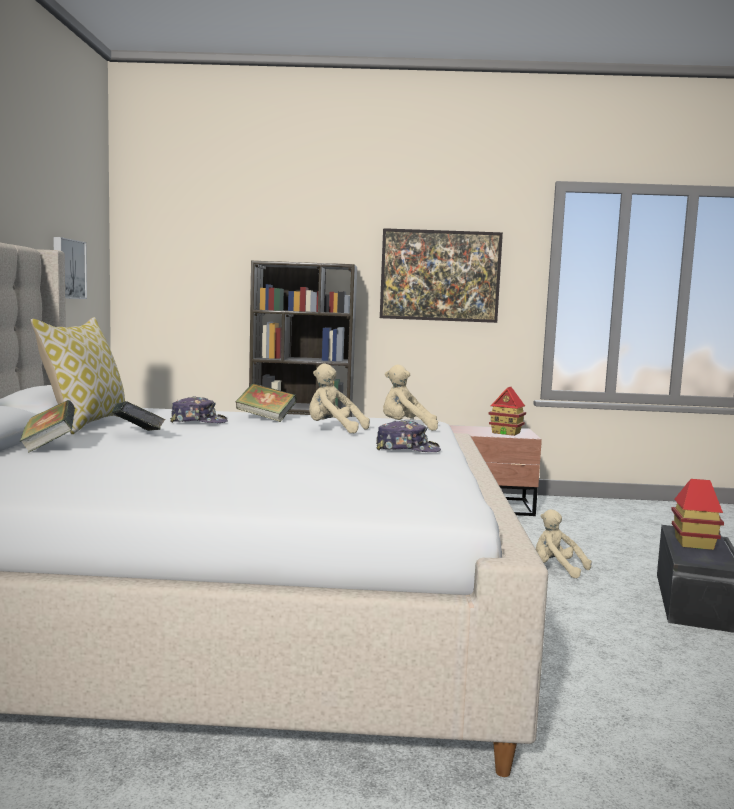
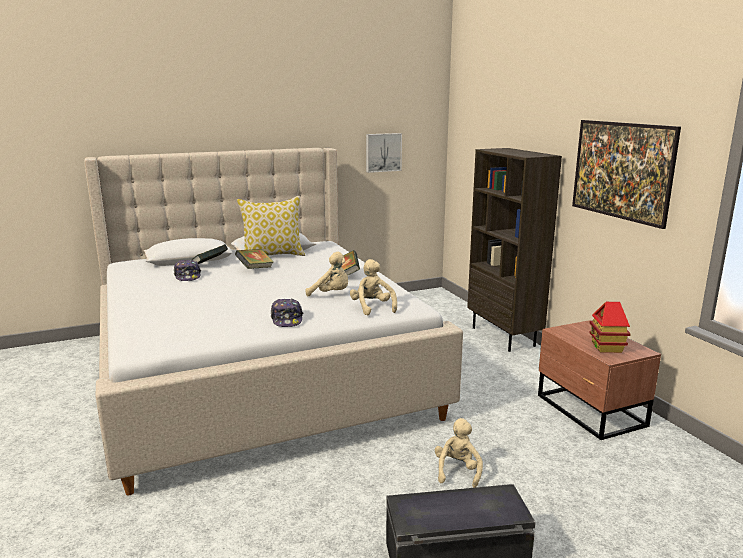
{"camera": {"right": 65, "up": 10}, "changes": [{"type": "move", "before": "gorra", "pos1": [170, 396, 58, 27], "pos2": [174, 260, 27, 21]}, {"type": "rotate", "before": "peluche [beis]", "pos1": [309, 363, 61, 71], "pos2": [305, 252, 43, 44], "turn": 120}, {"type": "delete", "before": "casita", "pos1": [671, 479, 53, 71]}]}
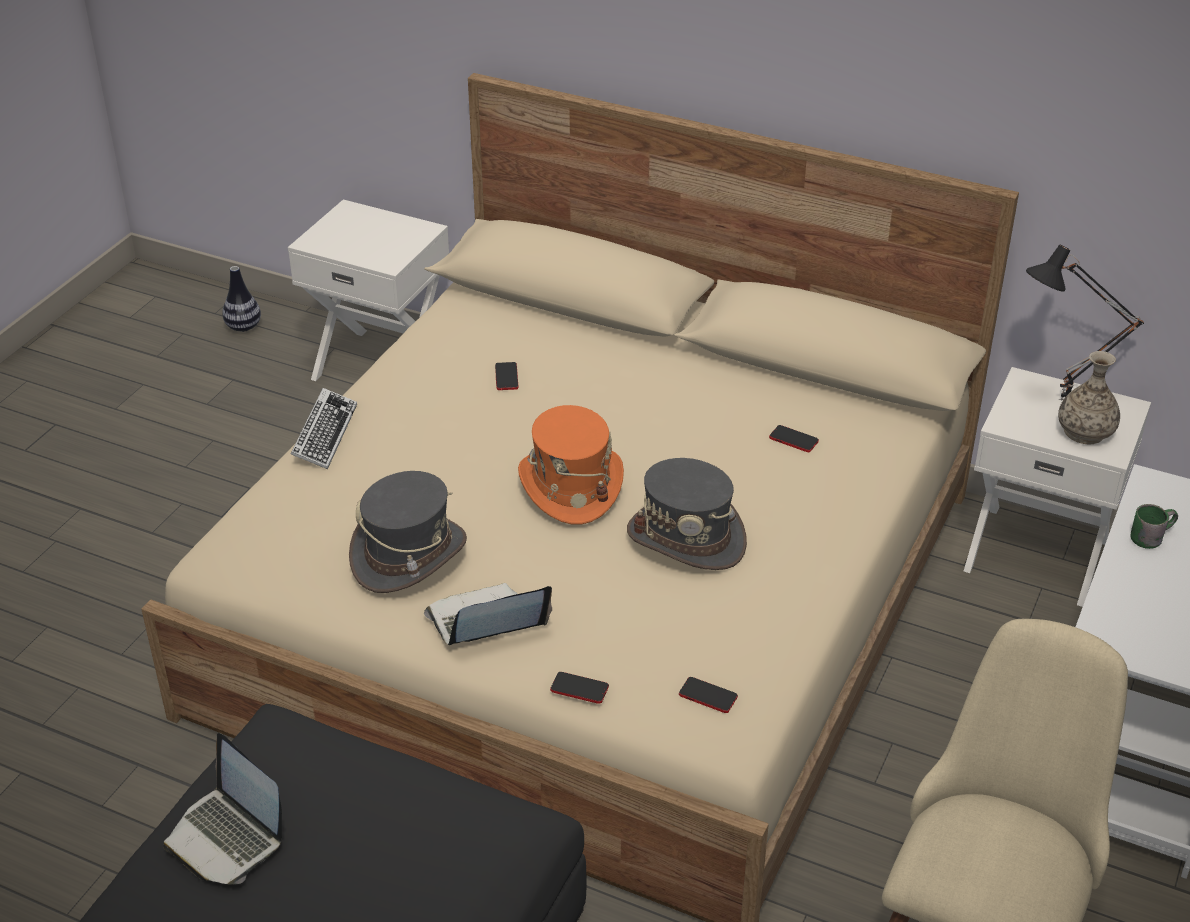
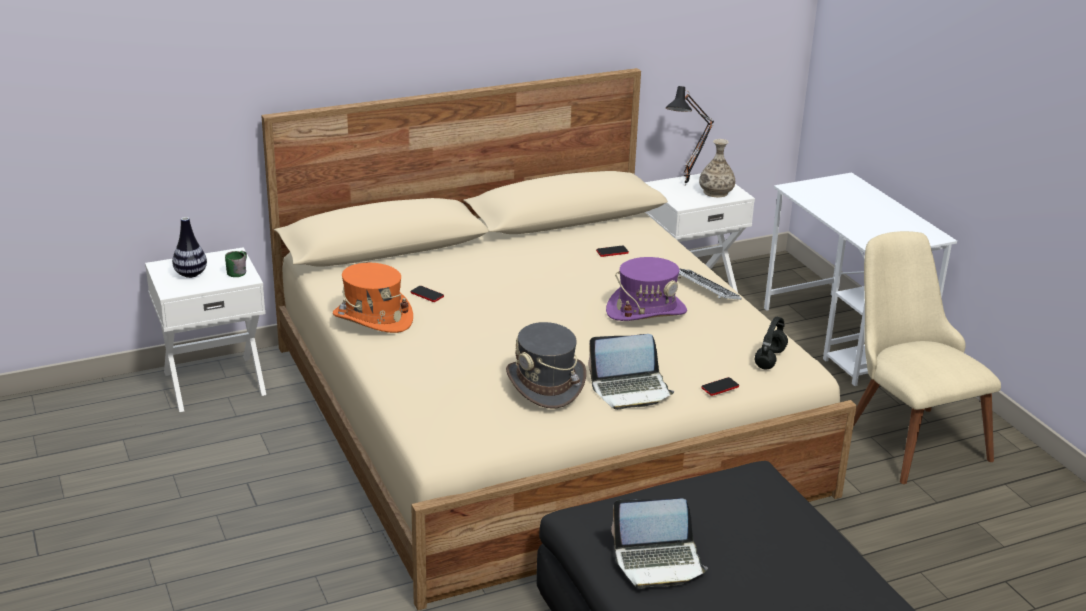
{"camera": {"right": -50, "up": -10}, "changes": [{"type": "move", "before": "florero", "pos1": [222, 266, 39, 66], "pos2": [172, 217, 35, 61]}, {"type": "move", "before": "taza grande [verde]", "pos1": [1130, 504, 48, 45], "pos2": [225, 251, 22, 26]}, {"type": "move", "before": "sombrero [naranja]", "pos1": [518, 405, 106, 120], "pos2": [333, 263, 80, 70]}, {"type": "rotate", "before": "portátil", "pos1": [424, 583, 128, 62], "pos2": [588, 334, 86, 76], "turn": -120}, {"type": "recolor", "before": "sombrero [gris]", "after": "sombrero [morado]", "pos1": [627, 458, 120, 112], "pos2": [606, 257, 81, 64]}, {"type": "move", "before": "teclado", "pos1": [291, 388, 66, 81], "pos2": [678, 269, 63, 31]}, {"type": "replace", "before": "móvil", "after": "auriculares [negro]", "pos1": [679, 677, 59, 36], "pos2": [755, 317, 33, 52]}]}
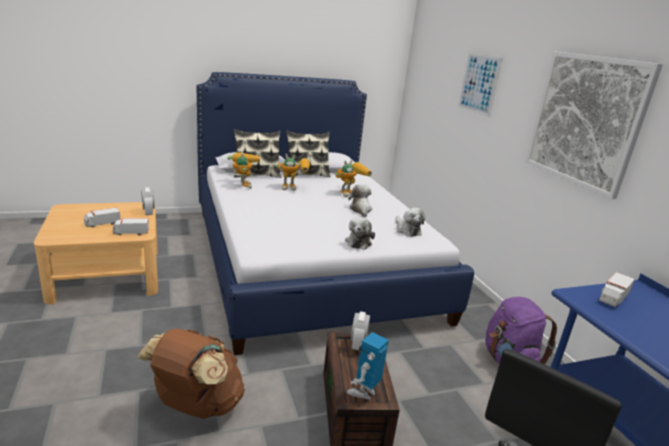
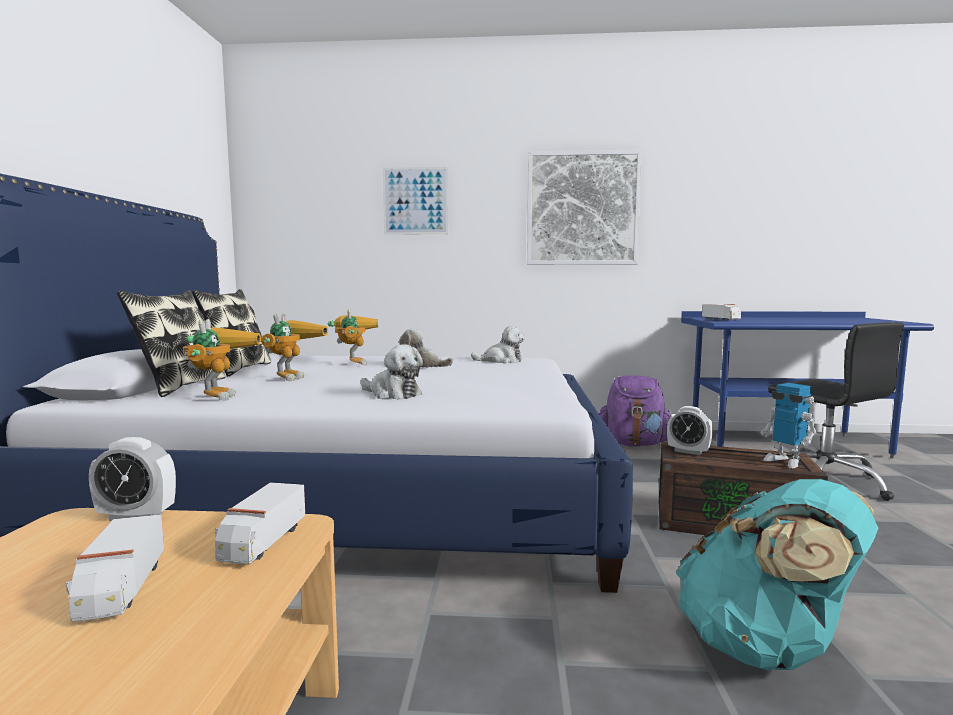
{"camera": {"right": -65, "up": -15}, "changes": [{"type": "rotate", "before": "robot de juguete", "pos1": [227, 151, 33, 38], "pos2": [183, 319, 78, 82], "turn": 75}, {"type": "move", "before": "peluche", "pos1": [345, 217, 30, 33], "pos2": [361, 345, 62, 54]}, {"type": "recolor", "before": "mochila [marrón]", "after": "mochila [turquesa]", "pos1": [137, 329, 108, 90], "pos2": [676, 479, 202, 192]}]}
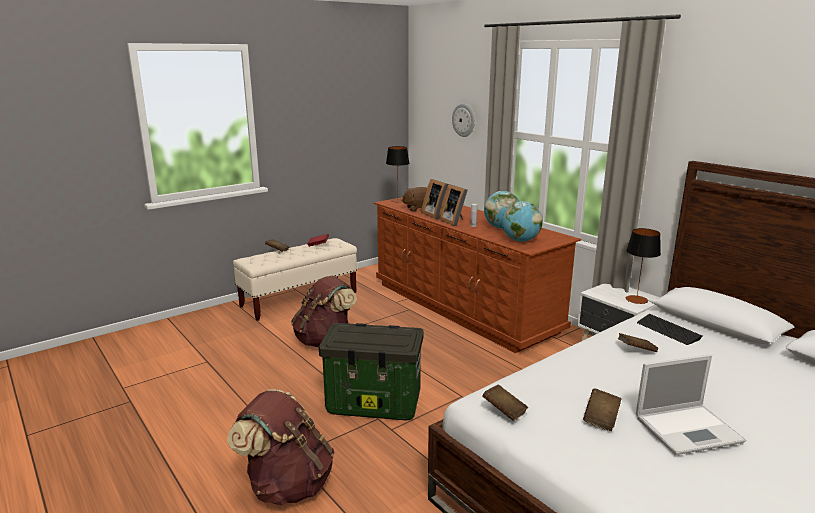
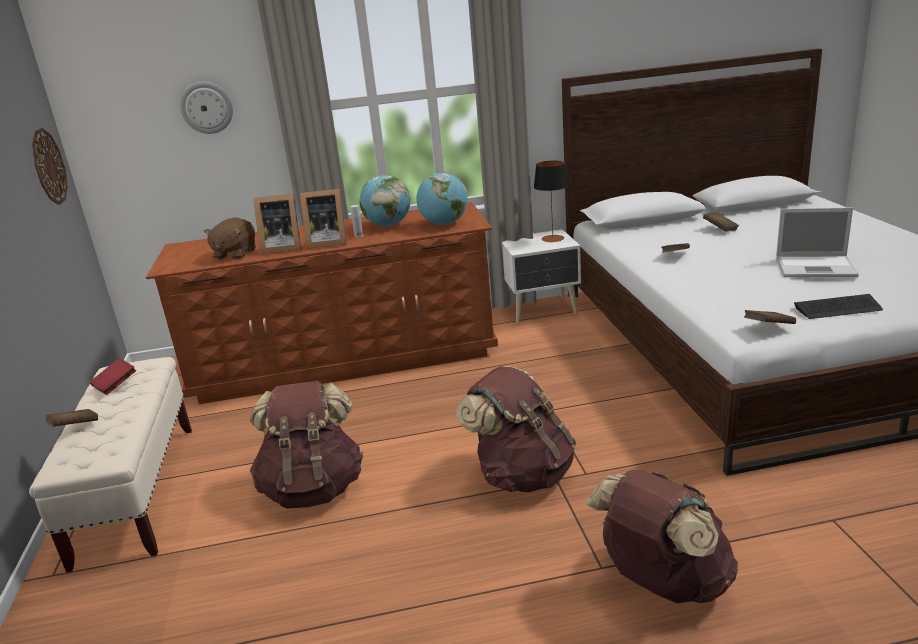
{"camera": {"right": -60, "up": 5}, "changes": [{"type": "insert", "after": "reloj de pared", "pos2": [32, 128, 36, 77]}, {"type": "replace", "before": "caja de almacenaje", "after": "mochila [marrón]", "pos1": [319, 323, 105, 97], "pos2": [456, 366, 120, 126]}, {"type": "move", "before": "libro [marrón]", "pos1": [583, 388, 39, 43], "pos2": [703, 212, 36, 20]}, {"type": "rotate", "before": "portátil", "pos1": [636, 354, 110, 101], "pos2": [776, 207, 83, 70], "turn": 90}, {"type": "move", "before": "teclado", "pos1": [637, 314, 65, 31], "pos2": [794, 294, 89, 25]}, {"type": "delete", "before": "lámpara de mesa", "pos1": [386, 146, 24, 57]}]}
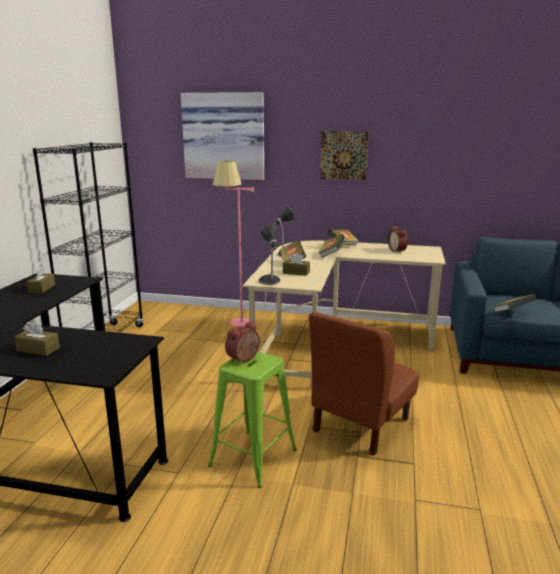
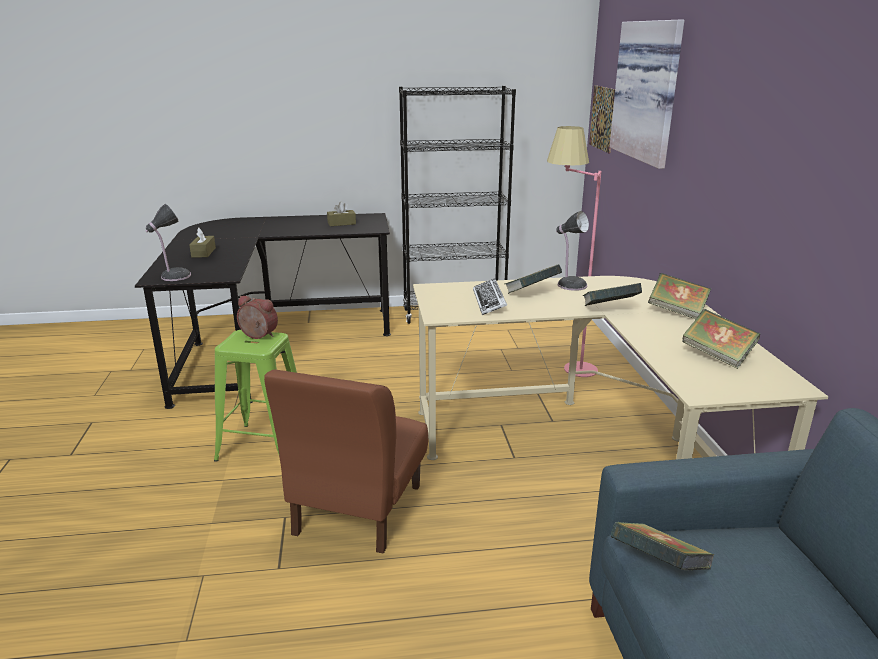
{"camera": {"right": 70, "up": 5}, "changes": [{"type": "move", "before": "lámpara de mesa", "pos1": [259, 225, 22, 60], "pos2": [145, 204, 46, 77]}, {"type": "rotate", "before": "silla [marrón]", "pos1": [309, 312, 110, 143], "pos2": [264, 369, 164, 185], "turn": -90}, {"type": "replace", "before": "caja de pañuelos [marrón]", "after": "teclado", "pos1": [283, 252, 27, 24], "pos2": [473, 279, 34, 36]}, {"type": "move", "before": "cuadro", "pos1": [320, 131, 48, 49], "pos2": [589, 85, 26, 68]}, {"type": "replace", "before": "despertador", "after": "libro", "pos1": [388, 226, 20, 27], "pos2": [682, 309, 78, 60]}]}
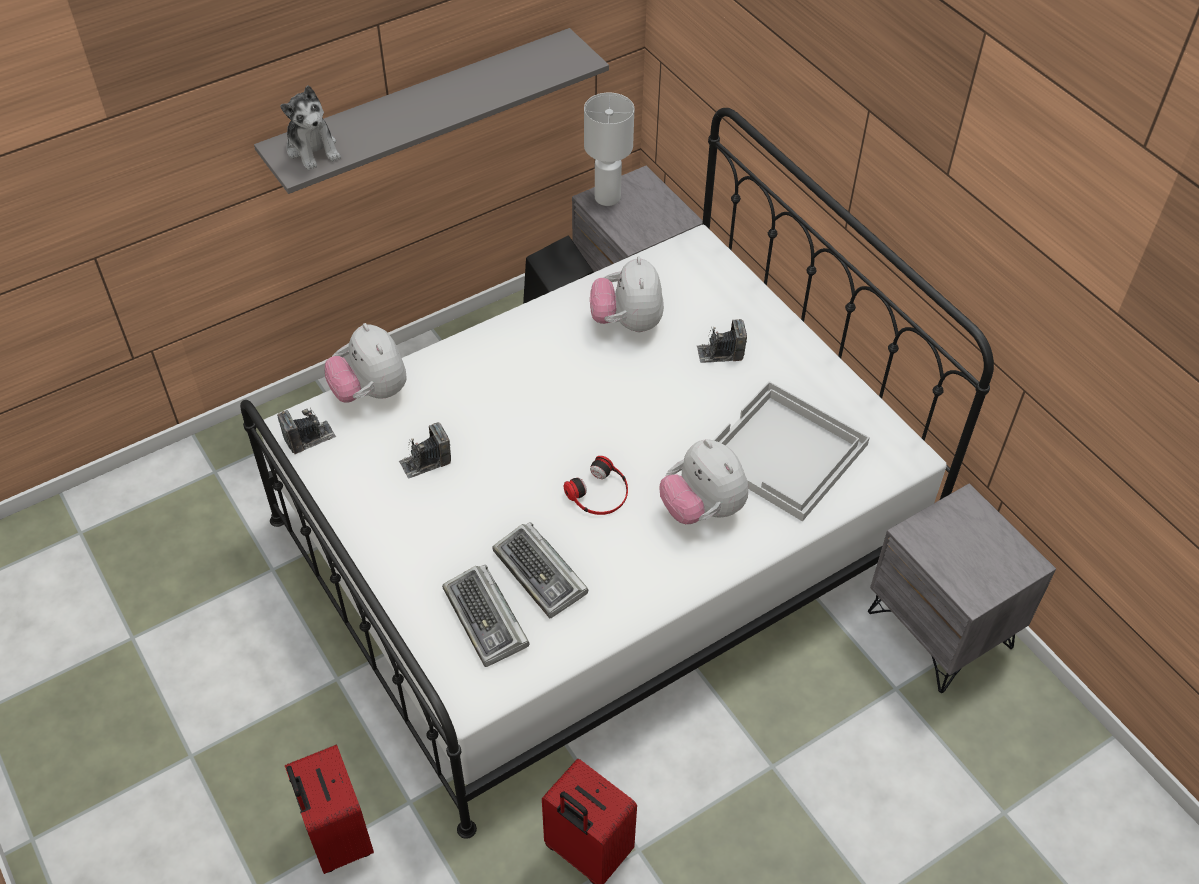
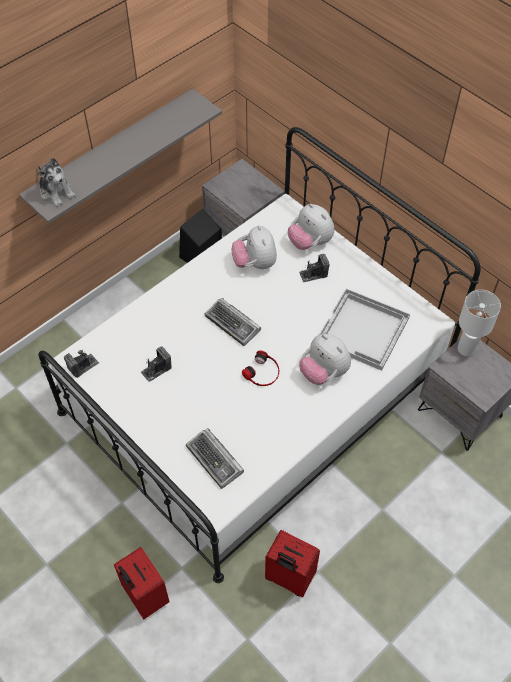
{"camera": {"right": -10, "up": 5}, "changes": [{"type": "move", "before": "teclado", "pos1": [492, 522, 96, 96], "pos2": [205, 298, 56, 48]}, {"type": "move", "before": "peluche", "pos1": [325, 323, 82, 80], "pos2": [288, 204, 46, 46]}, {"type": "move", "before": "lámpara de mesa [blanco]", "pos1": [584, 93, 50, 113], "pos2": [457, 290, 44, 66]}]}
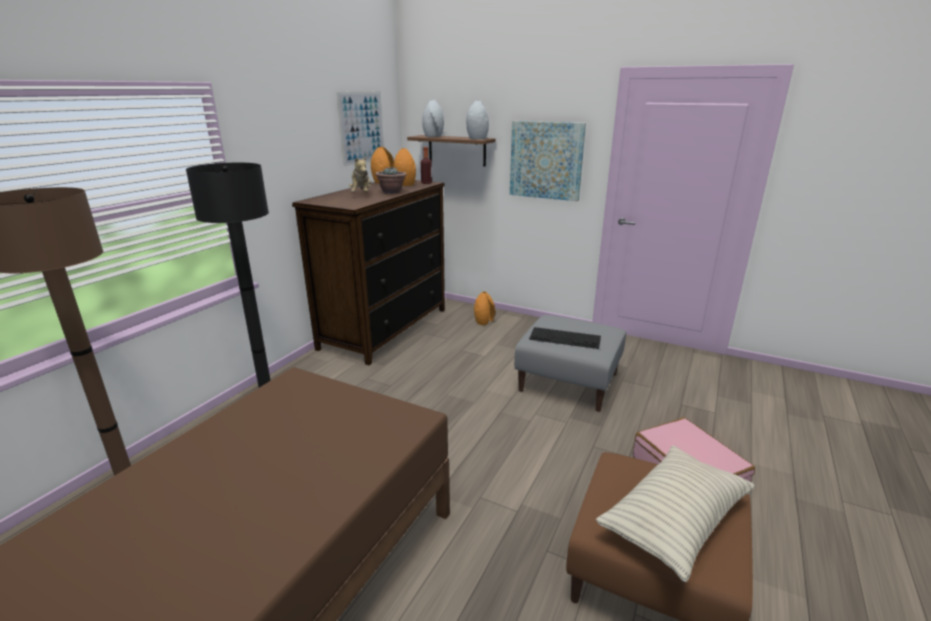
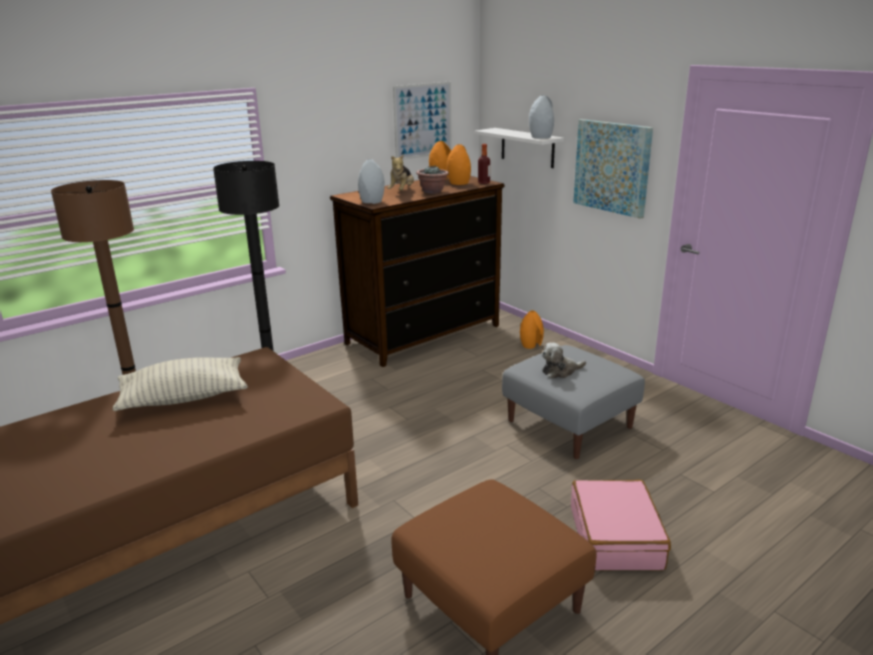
{"camera": {"right": 25, "up": 0}, "changes": [{"type": "move", "before": "cojín", "pos1": [596, 445, 159, 137], "pos2": [112, 357, 136, 54]}, {"type": "move", "before": "florero [gris]", "pos1": [422, 100, 22, 37], "pos2": [358, 159, 27, 45]}, {"type": "recolor", "before": "estante [marrón]", "after": "estante [blanco]", "pos1": [407, 135, 89, 32], "pos2": [475, 128, 89, 40]}, {"type": "replace", "before": "teclado", "after": "peluche", "pos1": [529, 327, 72, 22], "pos2": [542, 343, 44, 35]}]}
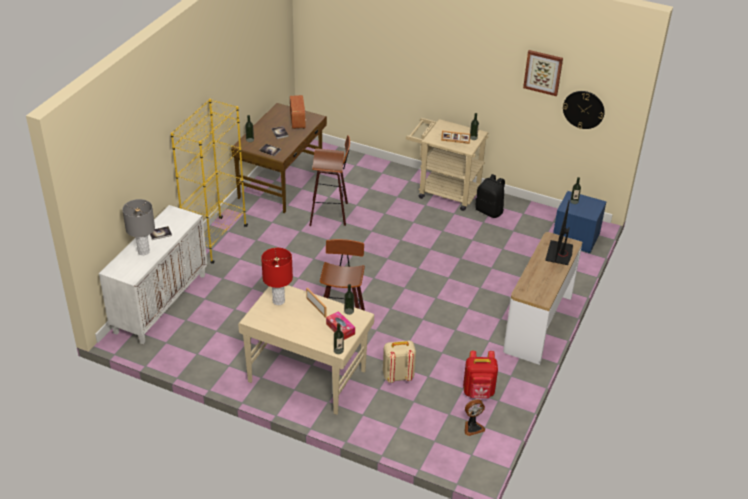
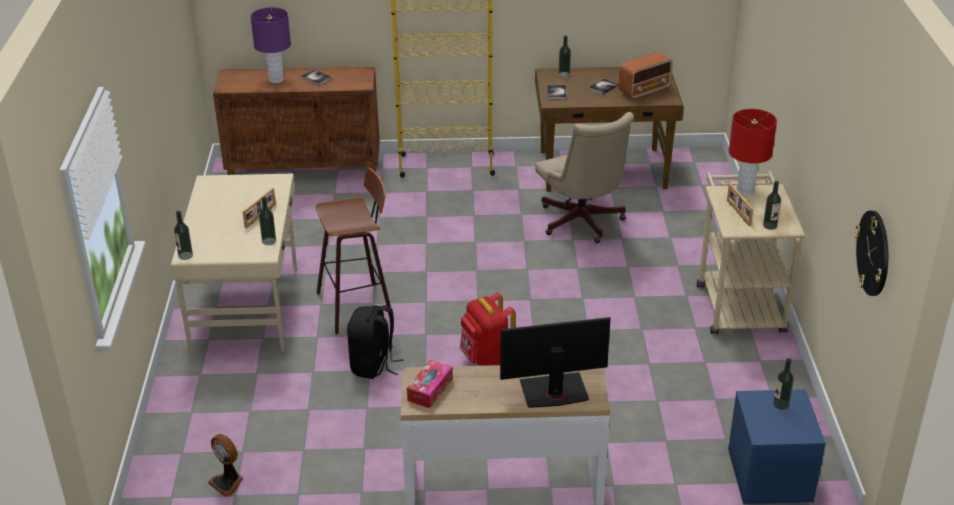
{"camera": {"right": 65, "up": -5}, "changes": [{"type": "recolor", "before": "armario [blanco]", "after": "armario [marrón]", "pos1": [99, 205, 108, 139], "pos2": [213, 67, 166, 108]}, {"type": "recolor", "before": "lámpara de mesa [gris]", "after": "lámpara de mesa [morado]", "pos1": [122, 199, 33, 56], "pos2": [250, 7, 41, 76]}, {"type": "move", "before": "mochila [negro]", "pos1": [475, 174, 30, 44], "pos2": [347, 305, 57, 74]}, {"type": "move", "before": "caja de pañuelos", "pos1": [326, 311, 29, 29], "pos2": [407, 360, 46, 48]}, {"type": "move", "before": "mochila [rojo]", "pos1": [463, 351, 35, 47], "pos2": [460, 293, 56, 73]}, {"type": "replace", "before": "taburete", "after": "silla de oficina [beis]", "pos1": [309, 135, 41, 91], "pos2": [536, 112, 98, 131]}, {"type": "move", "before": "lámpara de mesa [rojo]", "pos1": [261, 248, 32, 57], "pos2": [729, 109, 48, 87]}, {"type": "delete", "before": "mochila [beis]", "pos1": [383, 341, 33, 42]}, {"type": "delete", "before": "cuadro", "pos1": [523, 50, 40, 46]}]}
